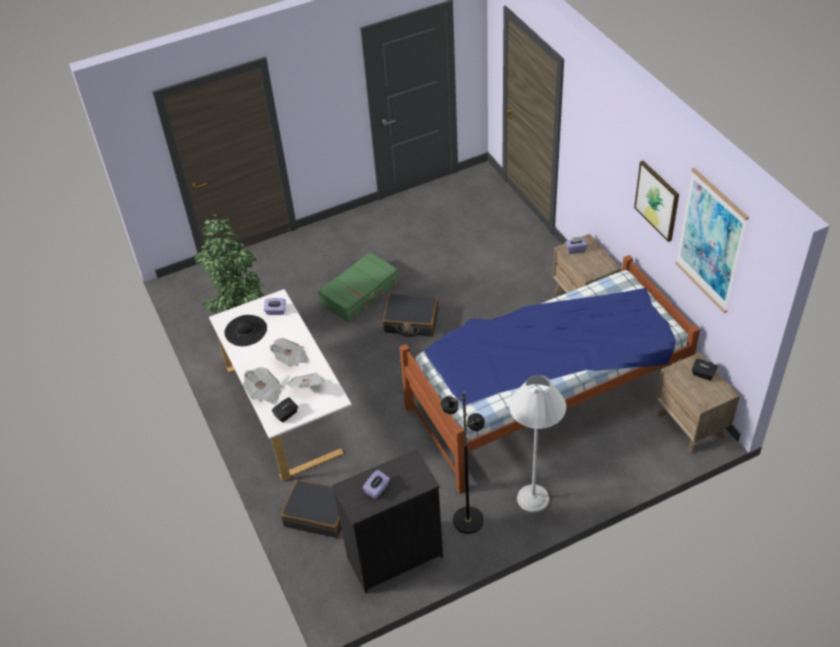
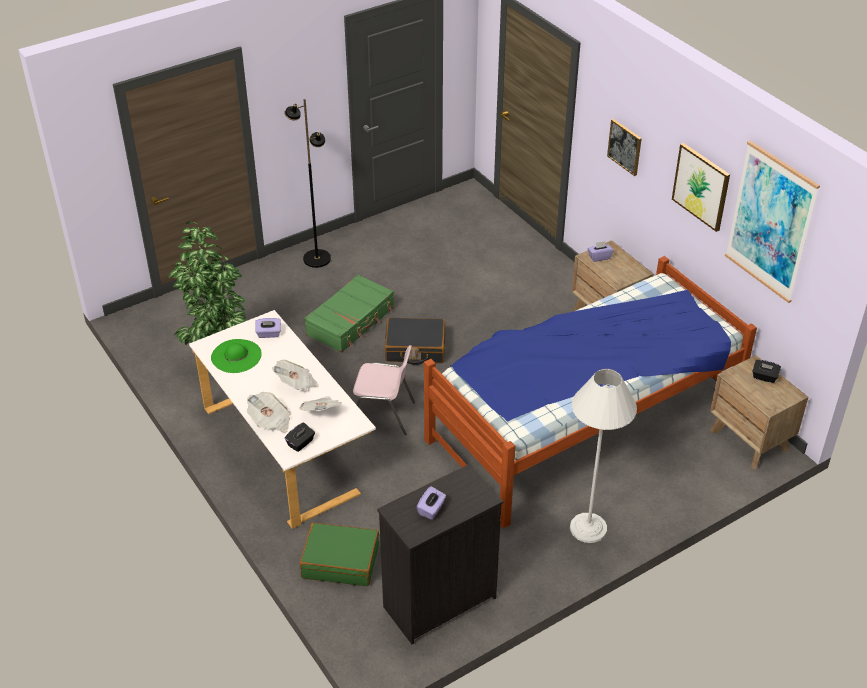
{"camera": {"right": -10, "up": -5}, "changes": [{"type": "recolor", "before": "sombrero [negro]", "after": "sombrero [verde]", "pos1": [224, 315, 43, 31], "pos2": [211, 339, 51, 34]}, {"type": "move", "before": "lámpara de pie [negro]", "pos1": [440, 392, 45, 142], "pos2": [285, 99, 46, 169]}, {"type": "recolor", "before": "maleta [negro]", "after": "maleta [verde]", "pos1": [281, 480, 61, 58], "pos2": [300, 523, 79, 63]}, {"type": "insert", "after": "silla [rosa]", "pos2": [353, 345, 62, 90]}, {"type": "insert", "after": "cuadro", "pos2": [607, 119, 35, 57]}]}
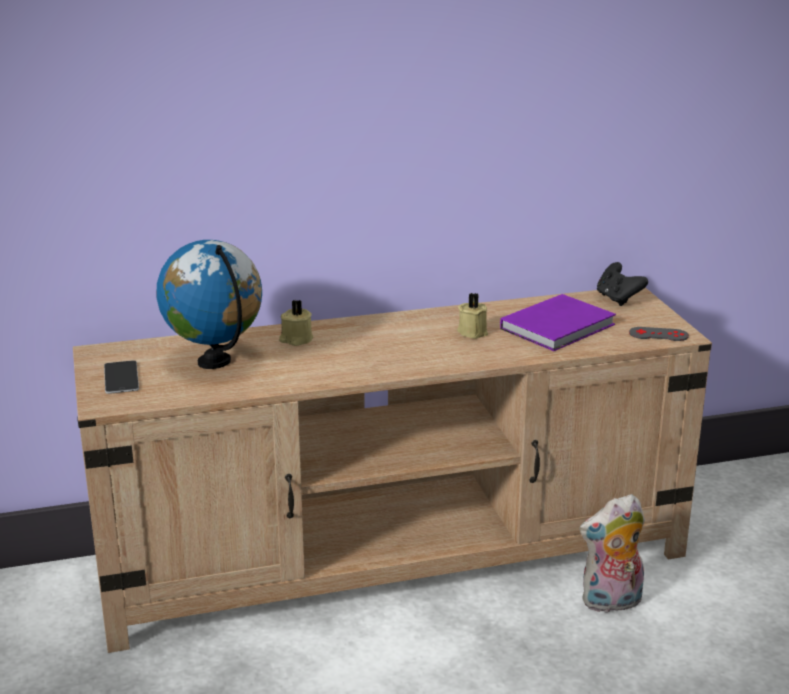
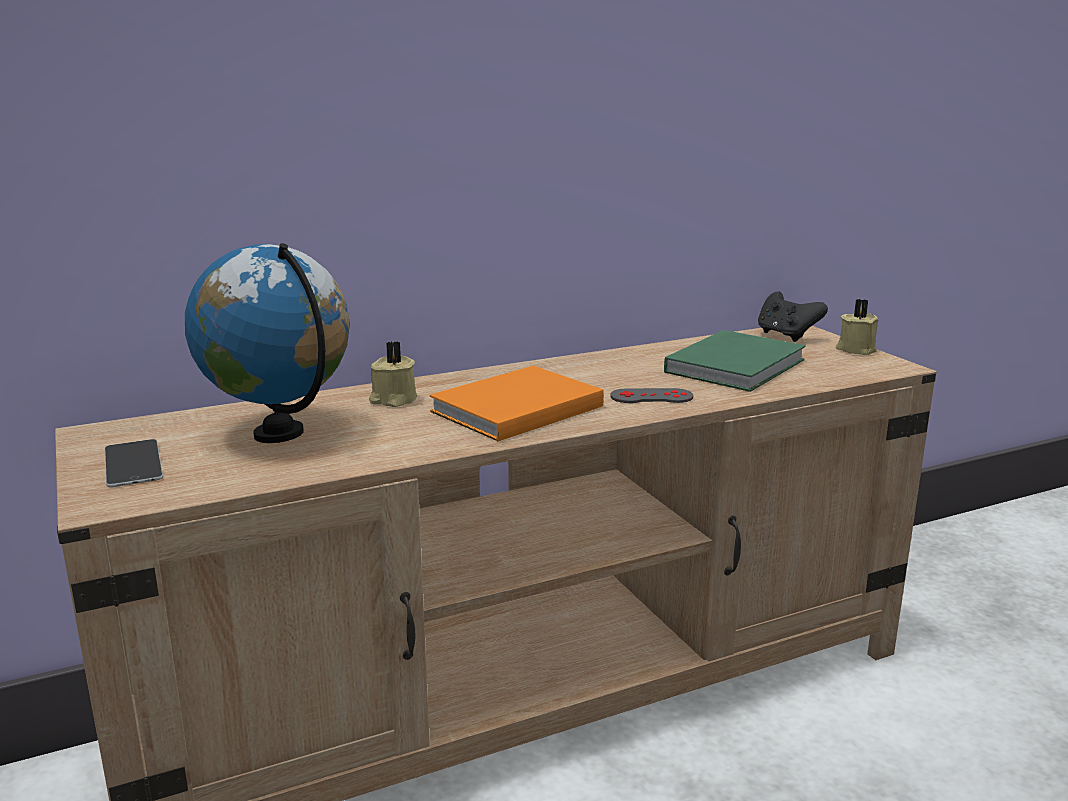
{"camera": {"right": -10, "up": -5}, "changes": [{"type": "insert", "after": "libro [naranja]", "pos2": [429, 366, 175, 75]}, {"type": "move", "before": "mando de consola [gris]", "pos1": [629, 327, 60, 14], "pos2": [610, 388, 83, 15]}, {"type": "recolor", "before": "libro [morado]", "after": "libro [verde]", "pos1": [500, 294, 116, 57], "pos2": [664, 330, 142, 62]}, {"type": "move", "before": "vela [beis]", "pos1": [457, 293, 31, 46], "pos2": [836, 299, 42, 56]}, {"type": "delete", "before": "peluche", "pos1": [579, 494, 66, 119]}]}
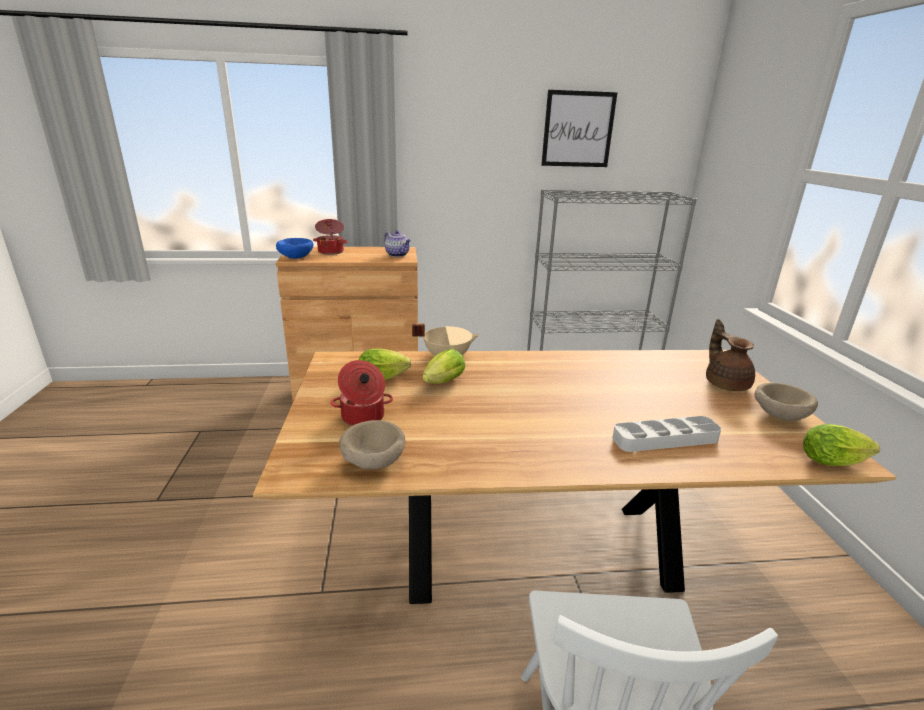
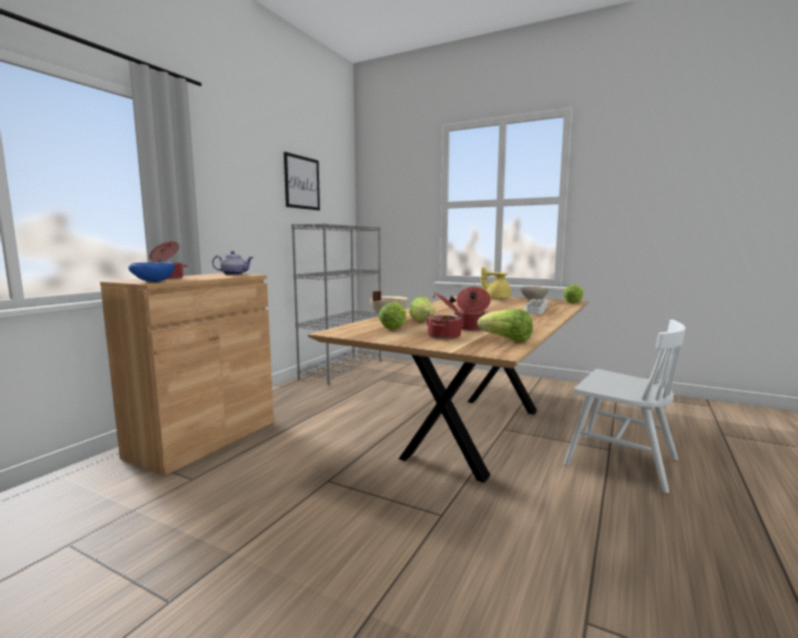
{"camera": {"right": -55, "up": -15}, "changes": [{"type": "insert", "after": "olla", "pos2": [454, 287, 37, 44]}, {"type": "replace", "before": "cuenco [beis]", "after": "lechuga", "pos1": [339, 420, 66, 49], "pos2": [477, 309, 56, 33]}, {"type": "recolor", "before": "tetera [marrón]", "after": "tetera [amarillo]", "pos1": [706, 319, 49, 72], "pos2": [481, 267, 30, 33]}]}
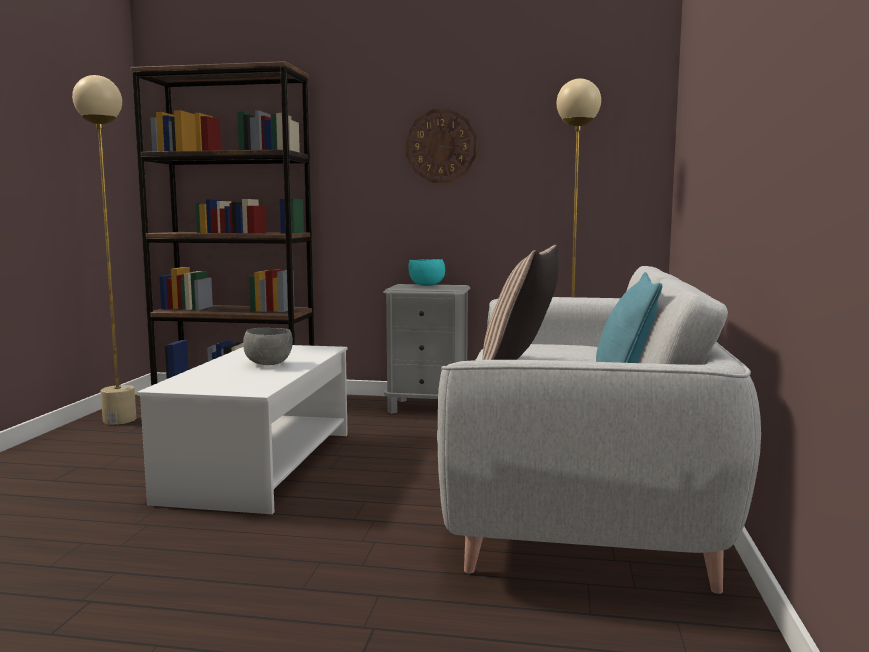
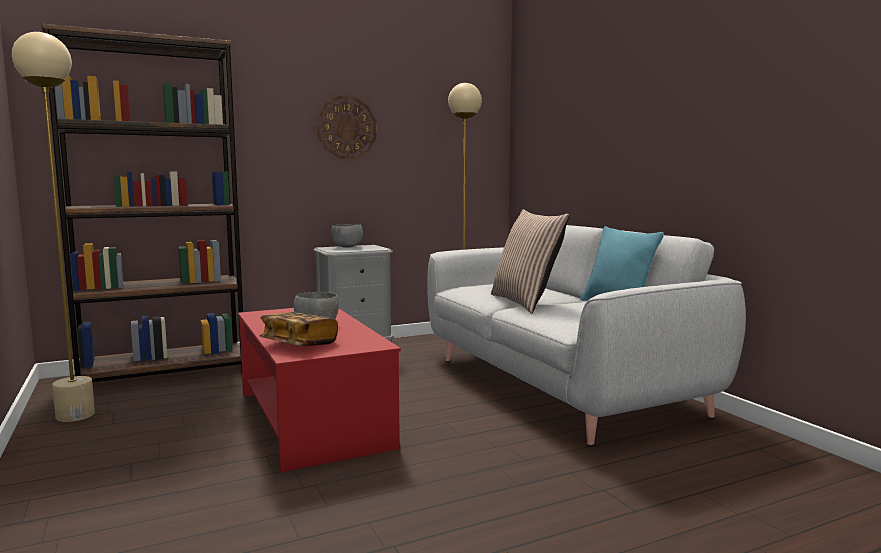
{"camera": {"right": -35, "up": 0}, "changes": [{"type": "recolor", "before": "mesa de centro [blanco]", "after": "mesa de centro [rojo]", "pos1": [137, 345, 211, 169], "pos2": [238, 308, 163, 164]}, {"type": "insert", "after": "libro", "pos2": [260, 312, 78, 34]}, {"type": "recolor", "before": "cuenco [turquesa]", "after": "cuenco [gris]", "pos1": [408, 259, 37, 27], "pos2": [331, 224, 32, 24]}]}
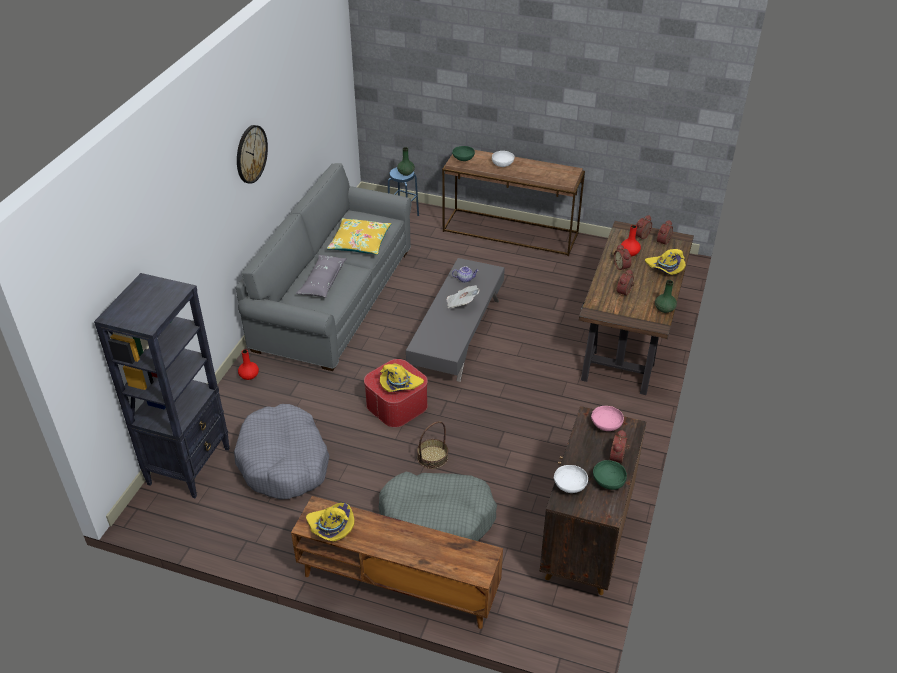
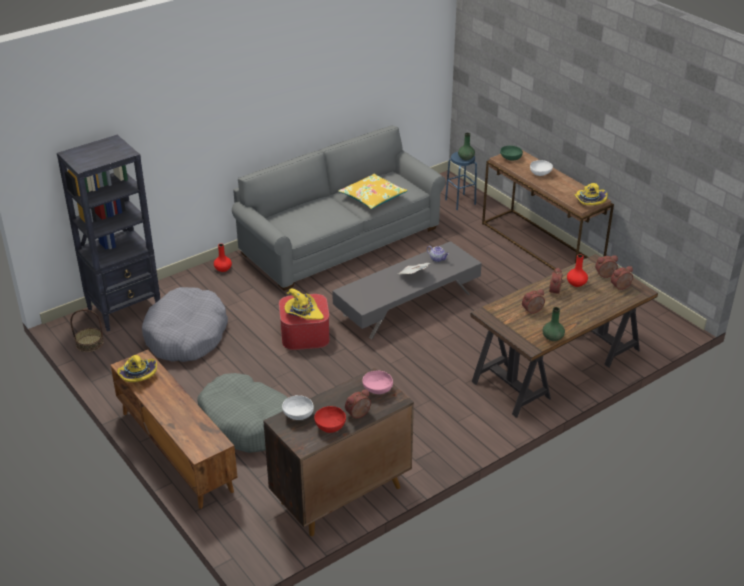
{"camera": {"right": 35, "up": -5}, "changes": [{"type": "move", "before": "cesta", "pos1": [417, 421, 31, 48], "pos2": [70, 309, 34, 43]}, {"type": "recolor", "before": "cuenco [verde]", "after": "cuenco [rojo]", "pos1": [593, 460, 34, 30], "pos2": [314, 406, 32, 27]}, {"type": "move", "before": "sombrero [amarillo]", "pos1": [645, 249, 41, 26], "pos2": [574, 183, 34, 22]}, {"type": "delete", "before": "reloj de pared", "pos1": [237, 125, 31, 59]}, {"type": "delete", "before": "cojín [gris]", "pos1": [296, 255, 51, 43]}]}
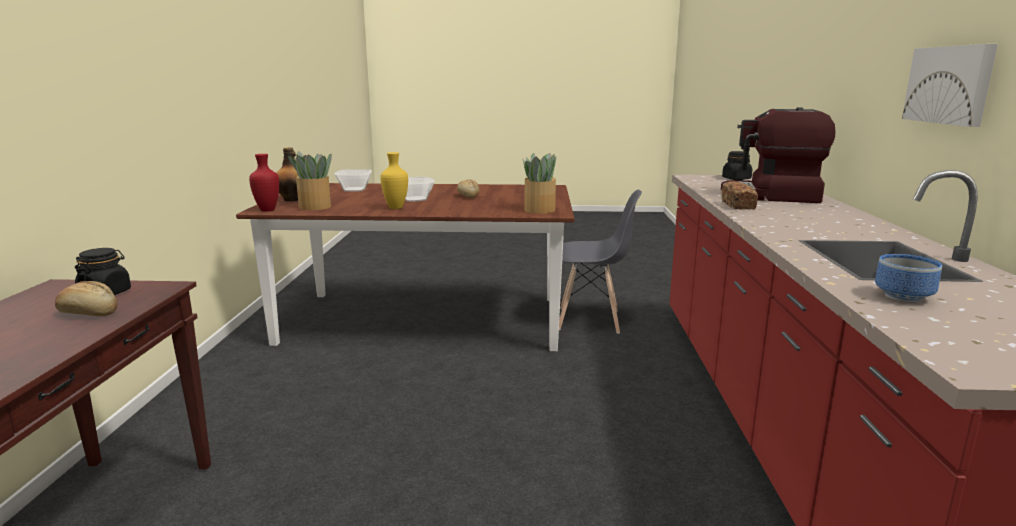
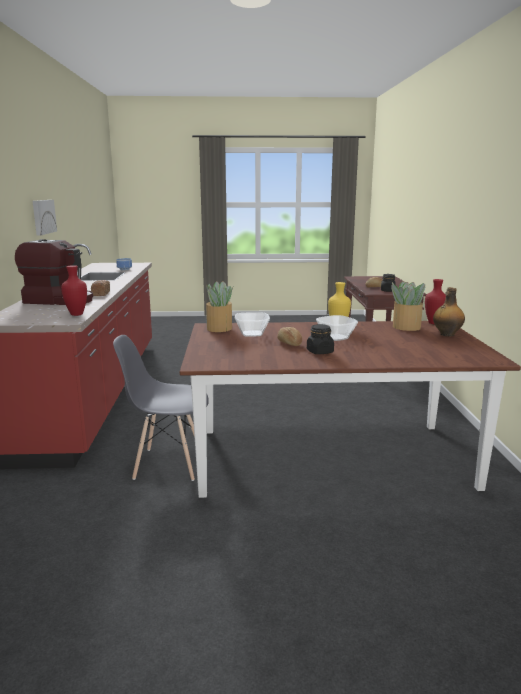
{"camera": {"right": 175, "up": 0}, "changes": [{"type": "insert", "after": "florero [rojo]", "pos2": [61, 265, 26, 51]}, {"type": "move", "before": "cuenco", "pos1": [334, 169, 38, 23], "pos2": [235, 312, 35, 25]}, {"type": "move", "before": "tarro [negro]", "pos1": [722, 151, 30, 29], "pos2": [307, 324, 27, 30]}]}
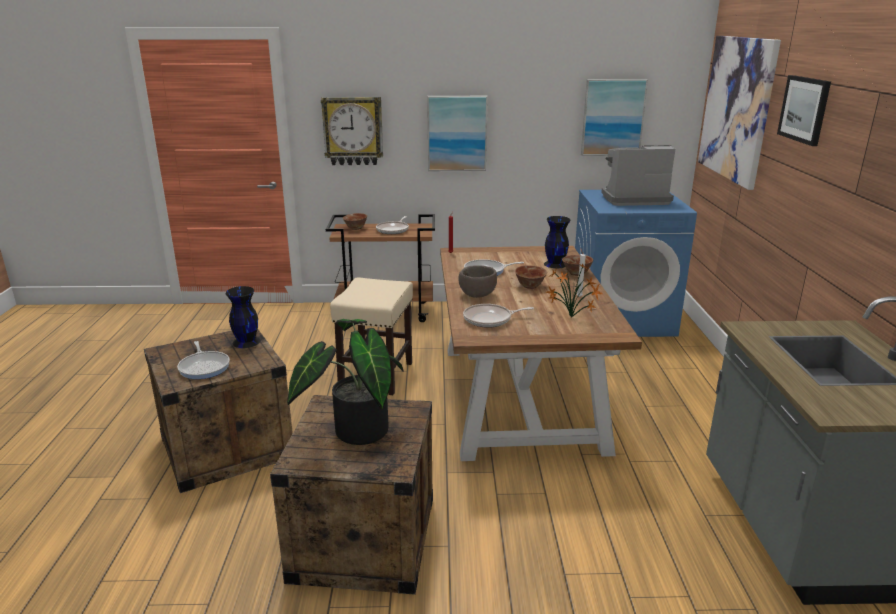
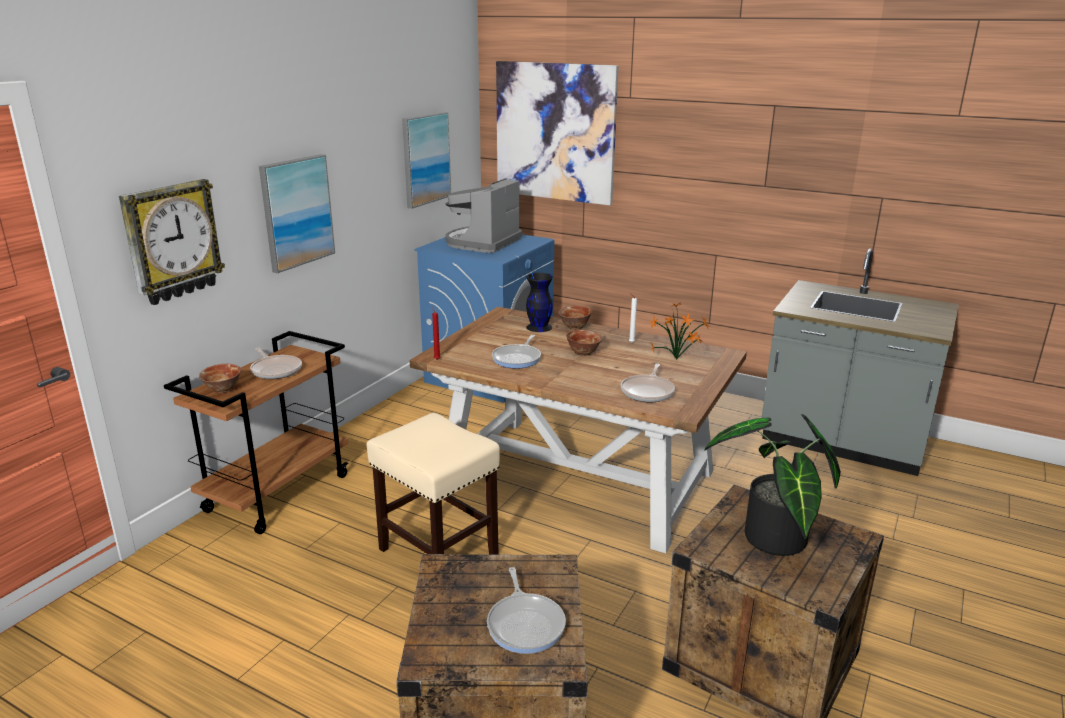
{"camera": {"right": -60, "up": 0}, "changes": [{"type": "rotate", "before": "sartén", "pos1": [177, 341, 53, 38], "pos2": [487, 567, 79, 87], "turn": 75}, {"type": "delete", "before": "florero [negro]", "pos1": [226, 286, 35, 62]}, {"type": "delete", "before": "cuenco [marrón]", "pos1": [458, 266, 39, 32]}, {"type": "delete", "before": "cuadro", "pos1": [777, 75, 54, 71]}]}
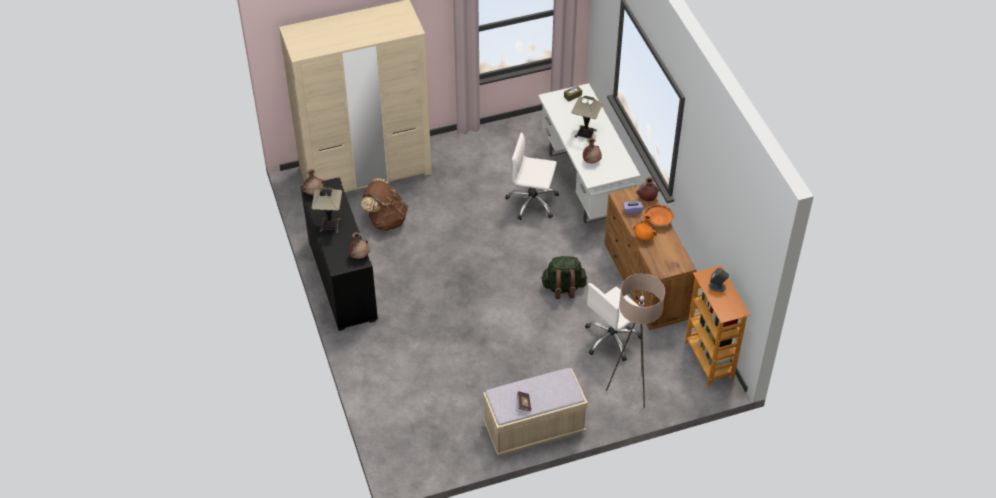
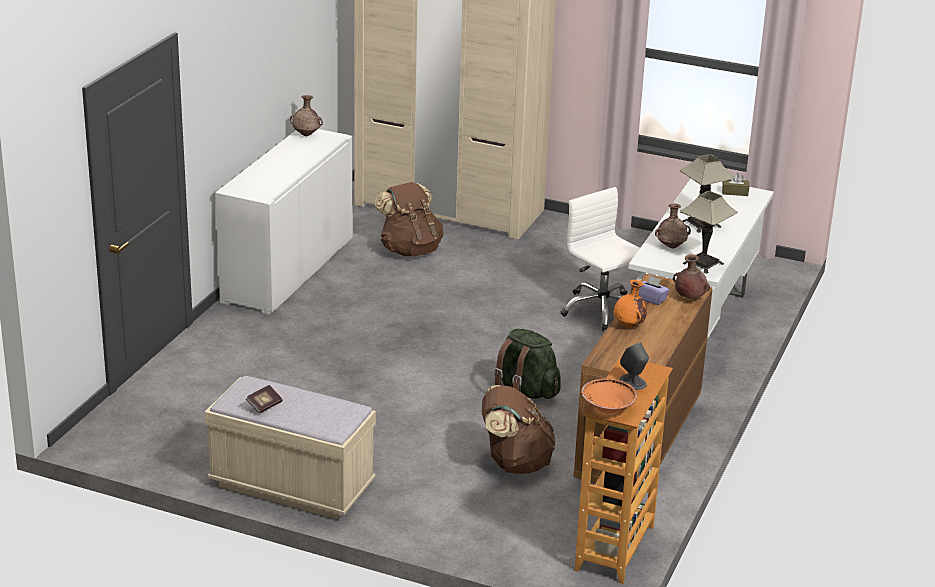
{"camera": {"right": 40, "up": -20}, "changes": [{"type": "recolor", "before": "armario [negro]", "after": "armario [blanco]", "pos1": [301, 177, 77, 154], "pos2": [215, 129, 138, 186]}, {"type": "replace", "before": "silla de oficina [blanco]", "after": "mochila [marrón]", "pos1": [585, 283, 56, 78], "pos2": [482, 385, 73, 89]}, {"type": "move", "before": "cuenco [naranja]", "pos1": [645, 204, 29, 22], "pos2": [581, 378, 56, 35]}, {"type": "move", "before": "lámpara de mesa", "pos1": [311, 188, 31, 45], "pos2": [680, 191, 58, 83]}, {"type": "delete", "before": "florero [marrón]", "pos1": [349, 232, 21, 27]}, {"type": "delete", "before": "lámpara de pie [beis]", "pos1": [606, 273, 59, 135]}]}
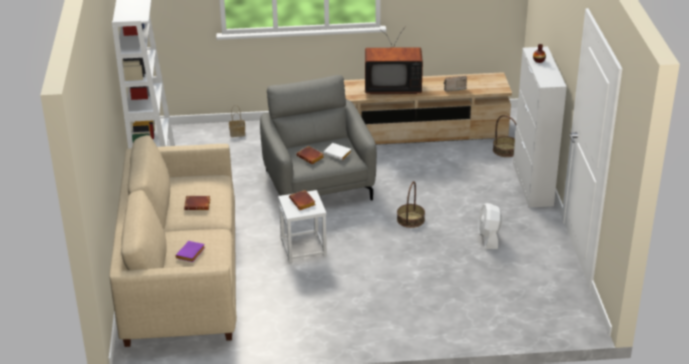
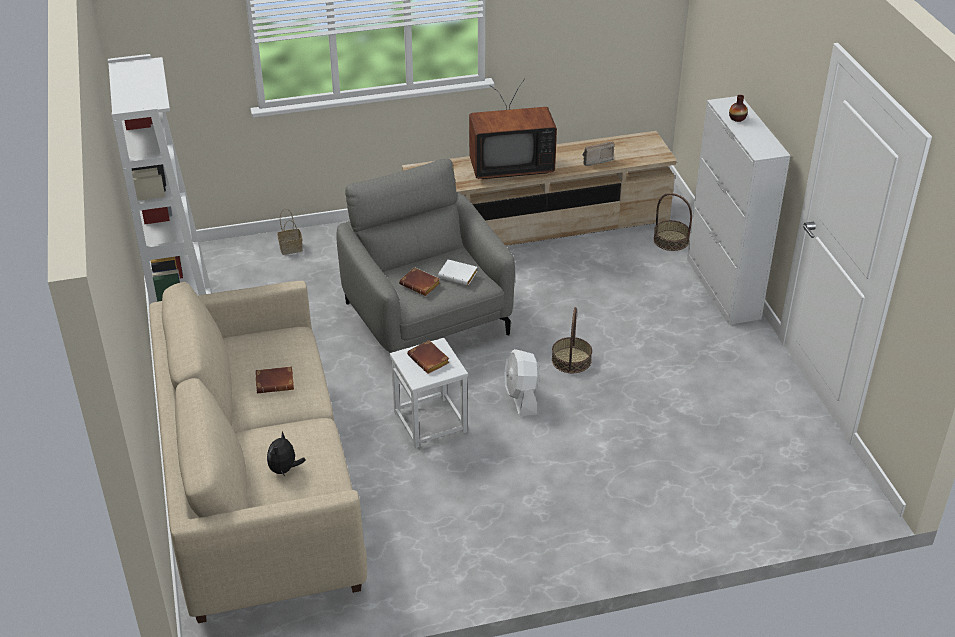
{"camera": {"right": -10, "up": 5}, "changes": [{"type": "replace", "before": "libro [morado]", "after": "peluche", "pos1": [175, 241, 30, 21], "pos2": [267, 431, 39, 45]}, {"type": "move", "before": "ventilador [blanco]", "pos1": [478, 203, 24, 46], "pos2": [504, 349, 36, 68]}]}
